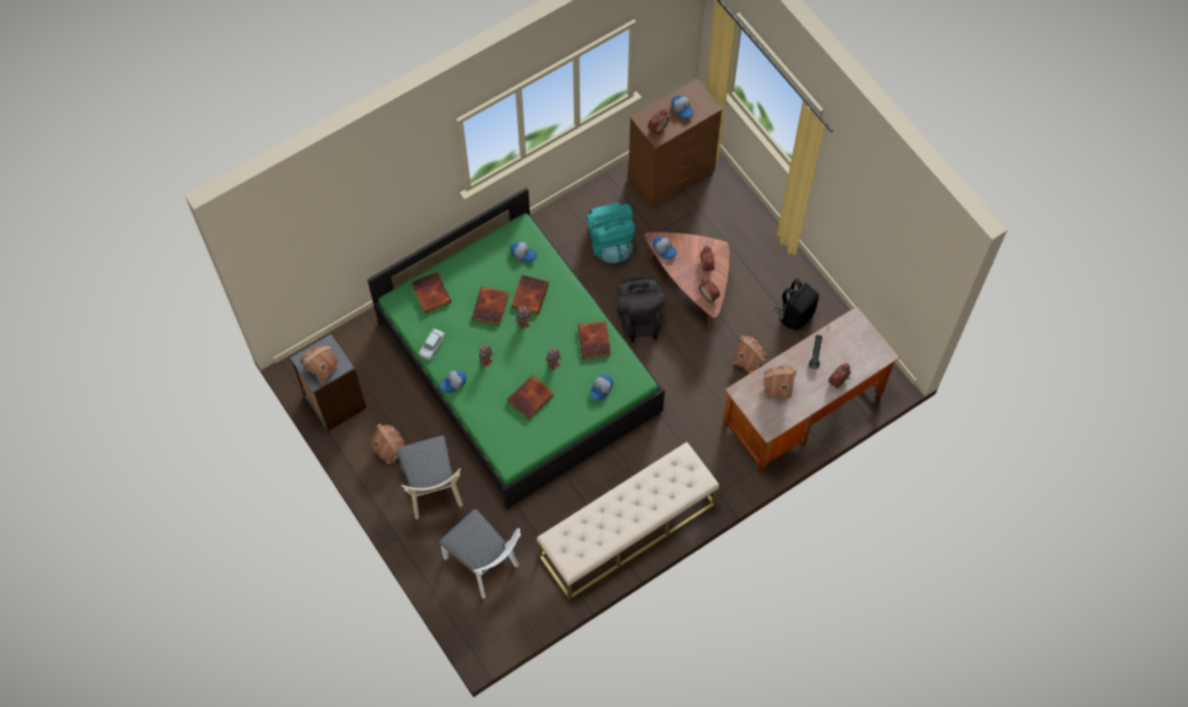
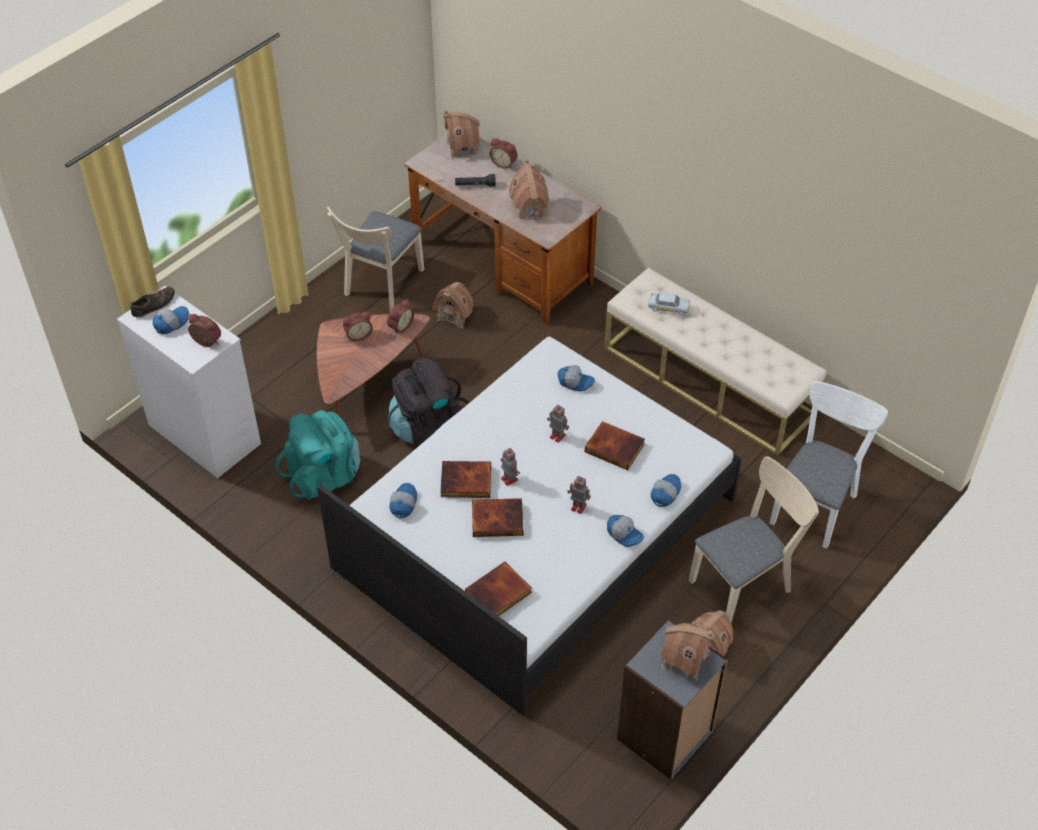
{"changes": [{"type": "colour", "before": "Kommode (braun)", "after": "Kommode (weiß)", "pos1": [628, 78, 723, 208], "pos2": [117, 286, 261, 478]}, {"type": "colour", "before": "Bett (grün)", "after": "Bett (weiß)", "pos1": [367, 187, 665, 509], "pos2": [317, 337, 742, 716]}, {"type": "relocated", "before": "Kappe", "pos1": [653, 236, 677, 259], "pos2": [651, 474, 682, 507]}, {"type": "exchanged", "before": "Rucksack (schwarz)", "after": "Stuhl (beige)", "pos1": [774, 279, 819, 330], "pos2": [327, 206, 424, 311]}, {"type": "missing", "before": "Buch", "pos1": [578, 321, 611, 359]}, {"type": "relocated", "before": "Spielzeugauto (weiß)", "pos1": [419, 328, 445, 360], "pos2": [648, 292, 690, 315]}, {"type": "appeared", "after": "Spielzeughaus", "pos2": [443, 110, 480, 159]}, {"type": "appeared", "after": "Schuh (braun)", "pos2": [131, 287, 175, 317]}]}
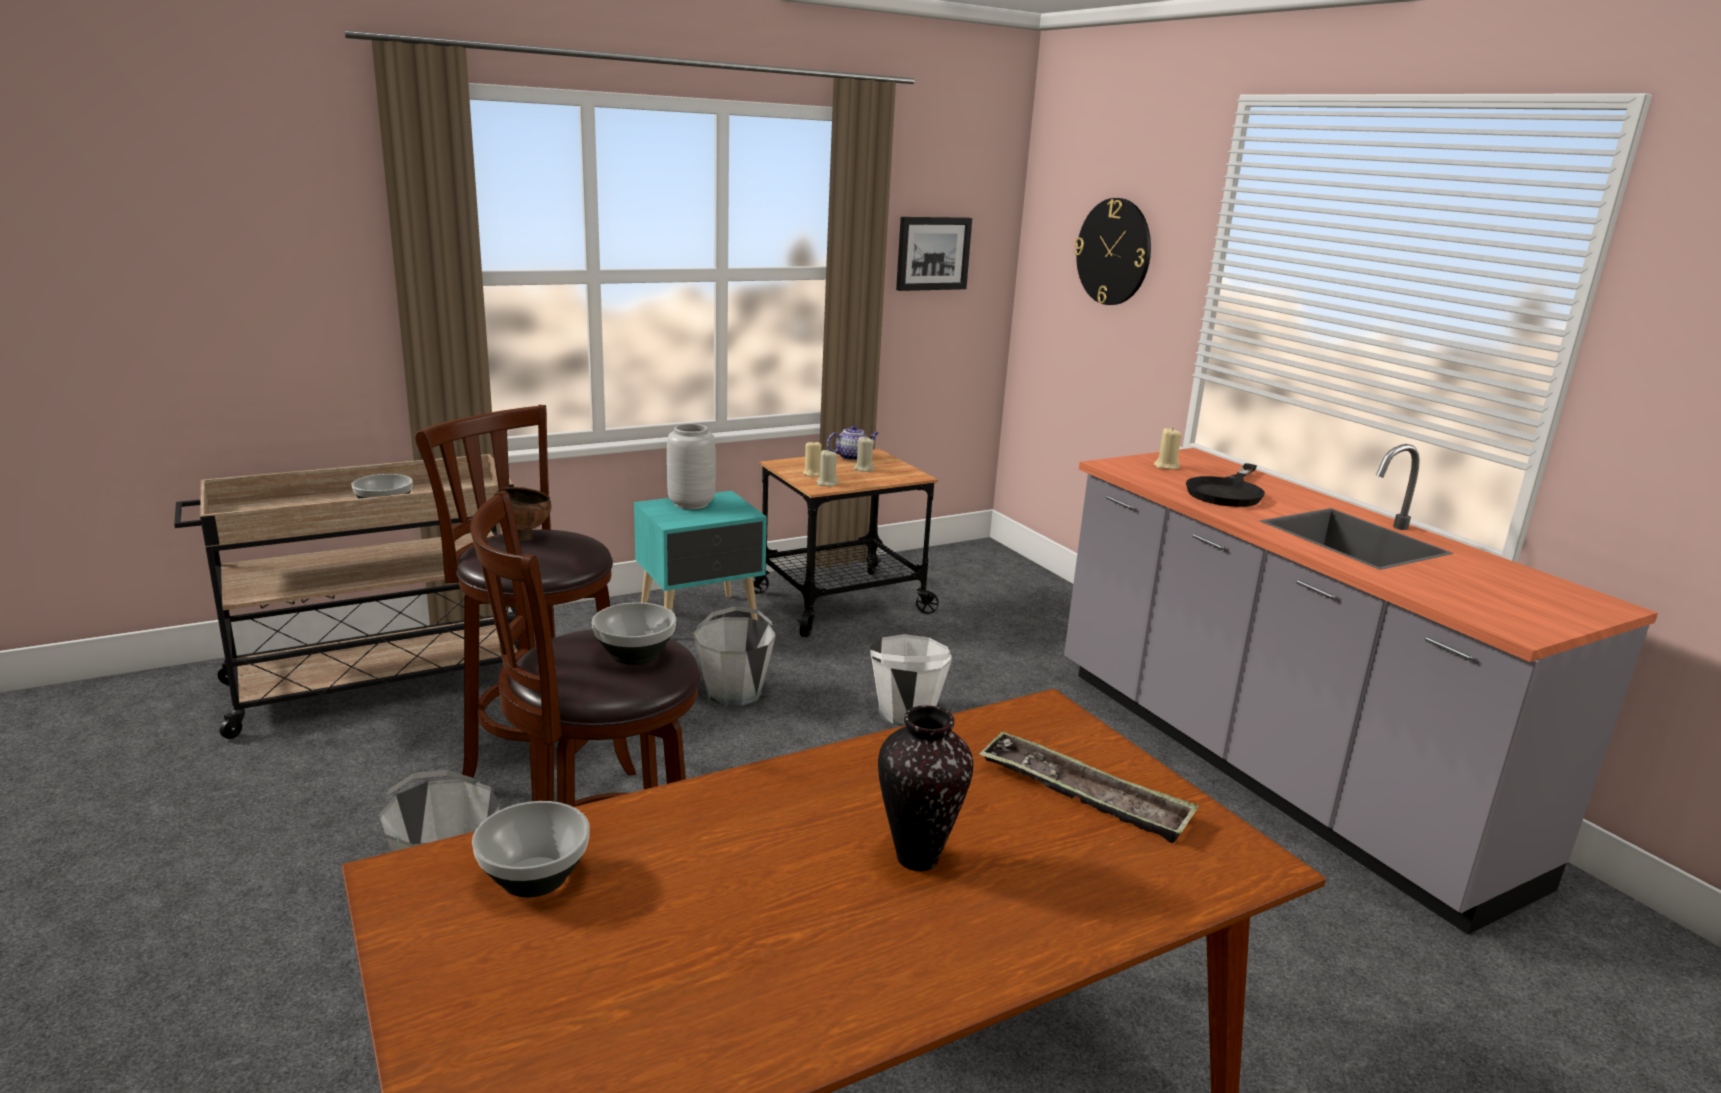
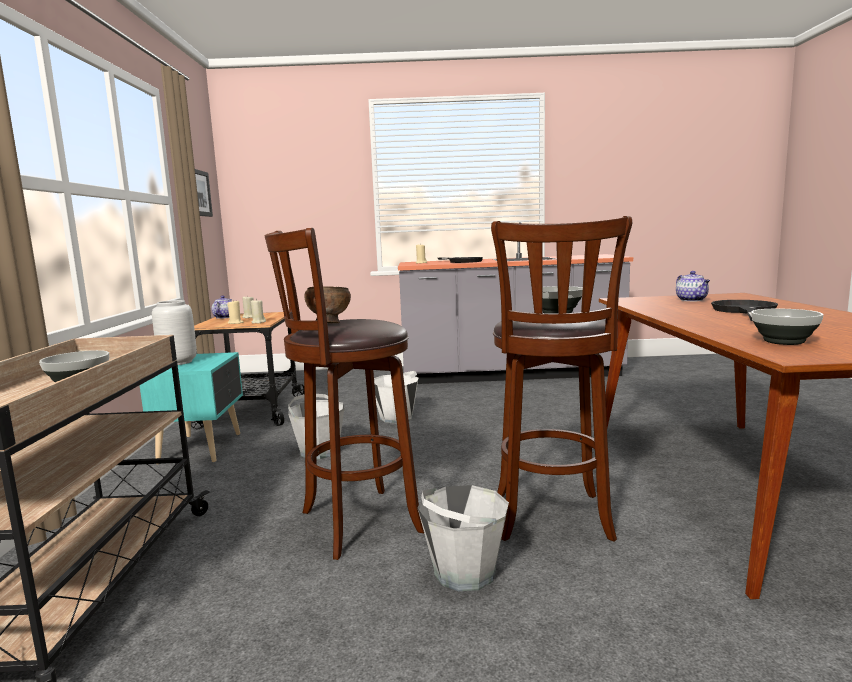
{"changes": [{"type": "missing", "before": "Wanduhr", "pos1": [1074, 198, 1151, 305]}, {"type": "exchanged", "before": "Vase", "after": "Pfanne (schwarz)", "pos1": [878, 705, 973, 871], "pos2": [711, 300, 778, 321]}, {"type": "exchanged", "before": "Tablett", "after": "Teekanne", "pos1": [979, 732, 1199, 843], "pos2": [676, 271, 710, 301]}]}
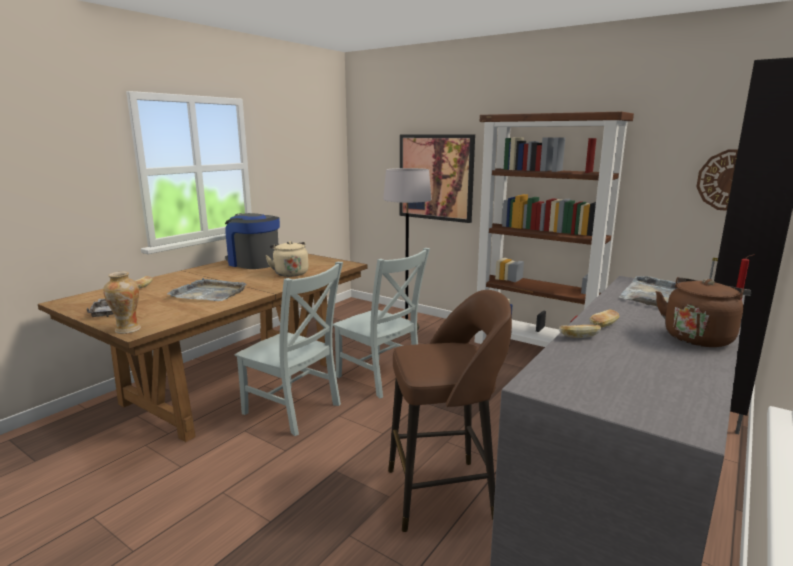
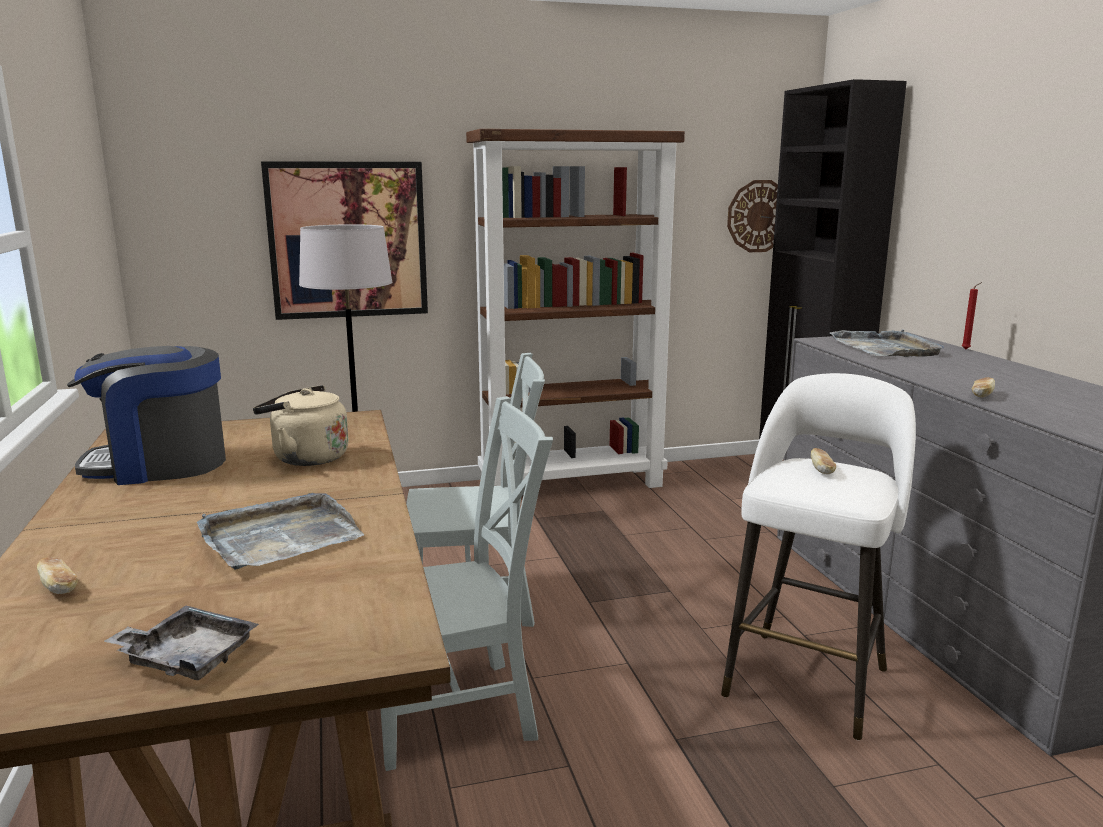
{"changes": [{"type": "missing", "before": "Vase", "pos1": [103, 272, 141, 334]}, {"type": "missing", "before": "Wasserkessel (braun)", "pos1": [656, 277, 752, 347]}, {"type": "colour", "before": "Hocker (braun)", "after": "Hocker (weiß)", "pos1": [388, 290, 512, 532], "pos2": [721, 373, 916, 740]}, {"type": "relocated", "before": "Brot", "pos1": [589, 310, 620, 328], "pos2": [811, 448, 836, 474]}]}
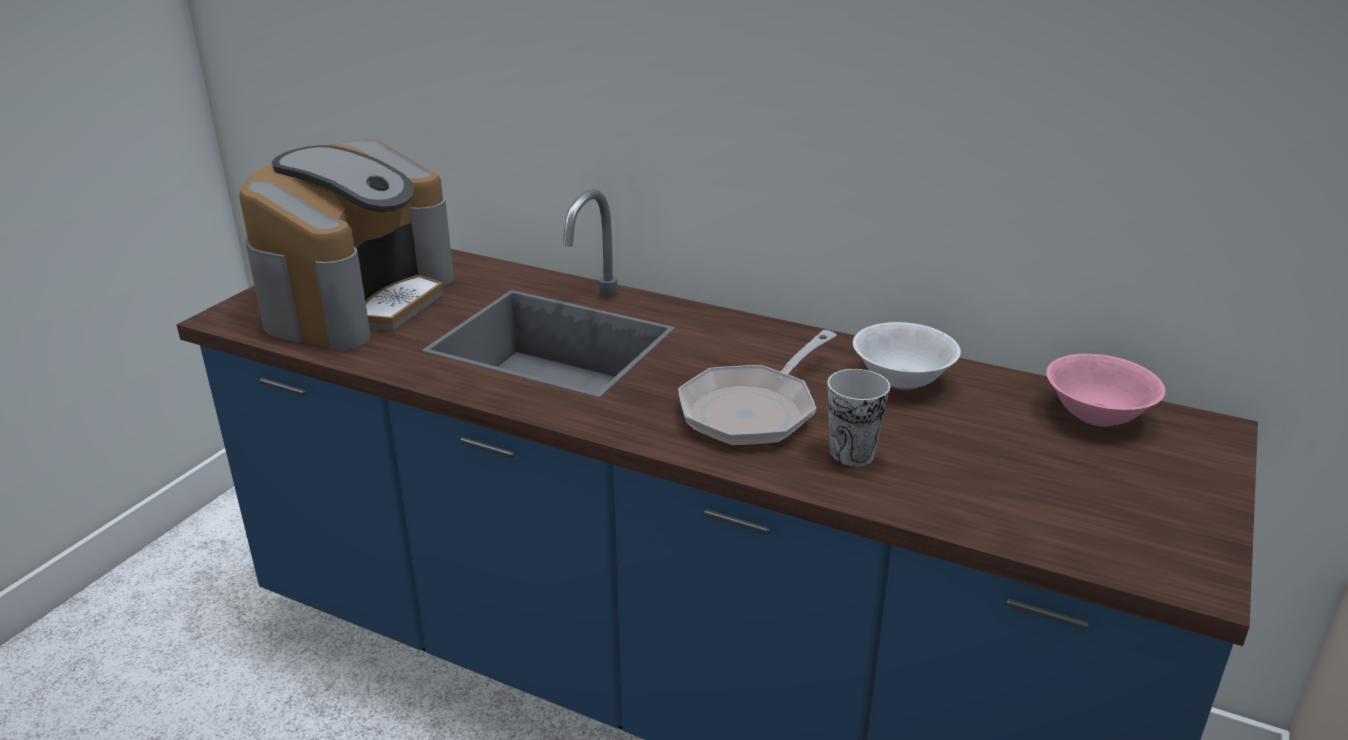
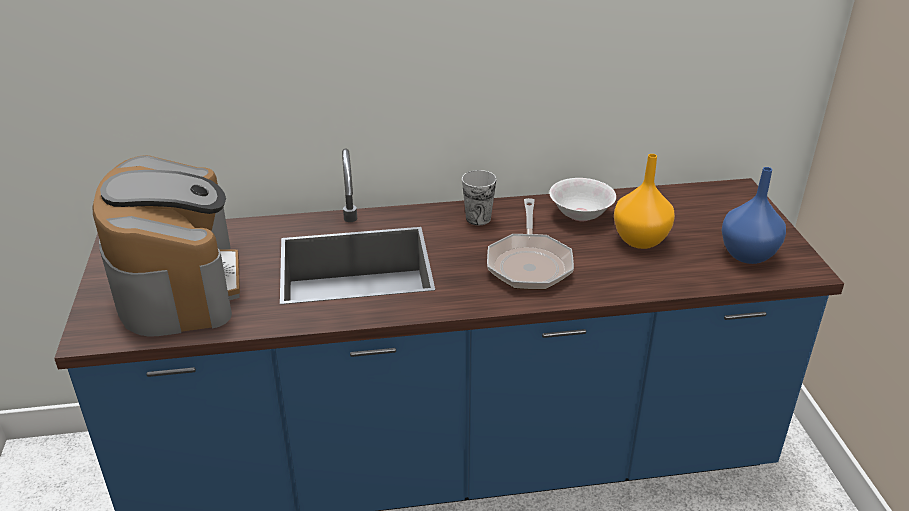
{"changes": [{"type": "missing", "before": "Schüssel (rosa)", "pos1": [1046, 354, 1165, 427]}, {"type": "relocated", "before": "Tasse", "pos1": [828, 369, 890, 467], "pos2": [462, 170, 497, 225]}, {"type": "appeared", "after": "Vase (orange)", "pos2": [614, 154, 675, 249]}, {"type": "appeared", "after": "Vase (blau)", "pos2": [722, 167, 786, 264]}]}
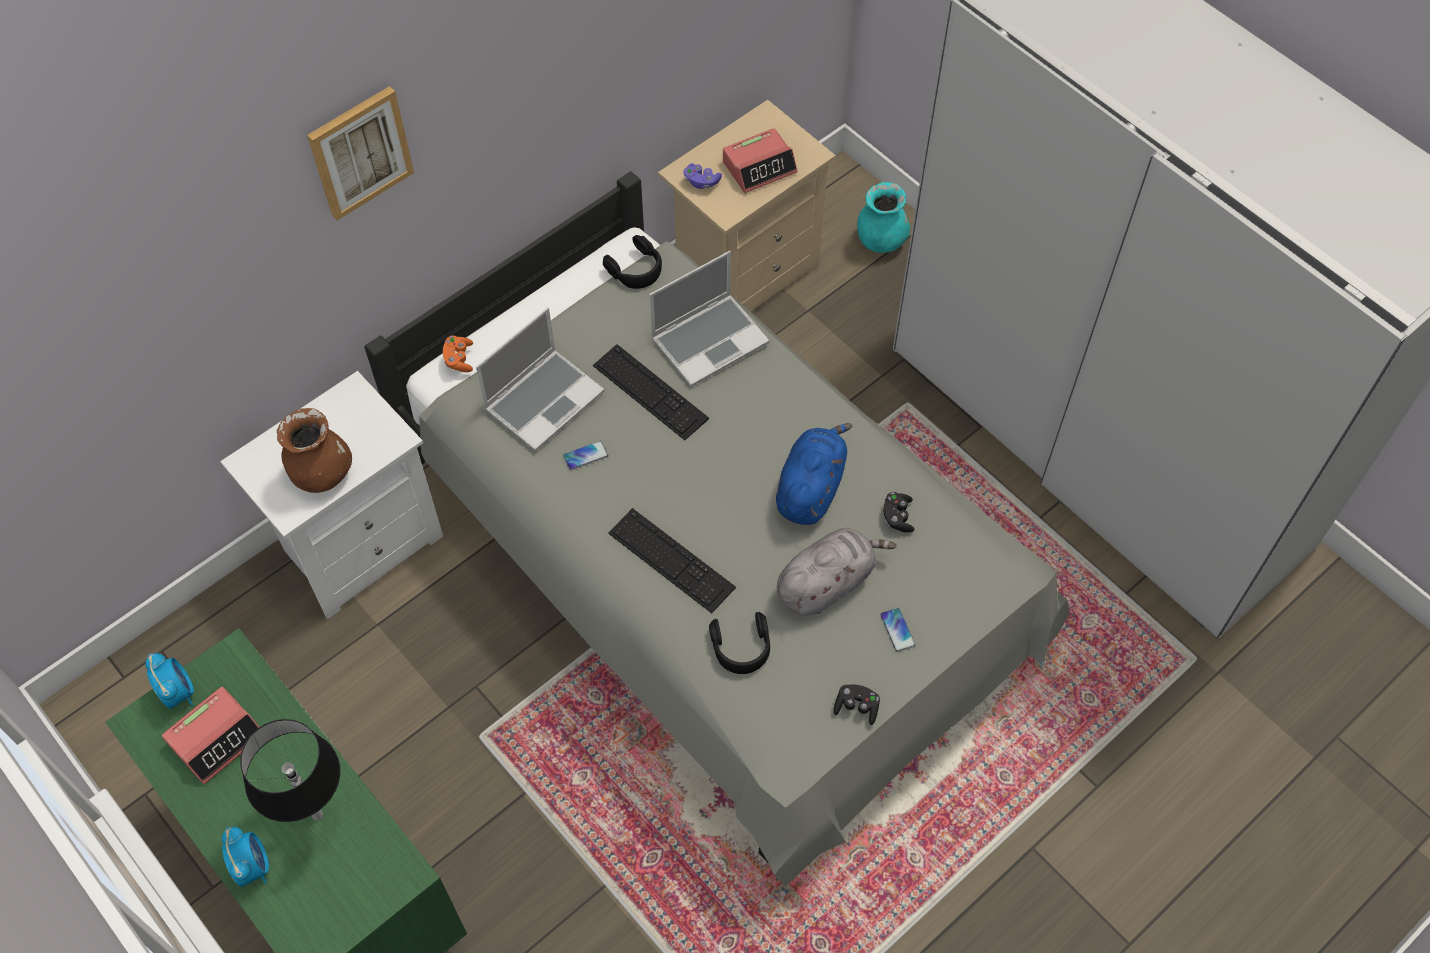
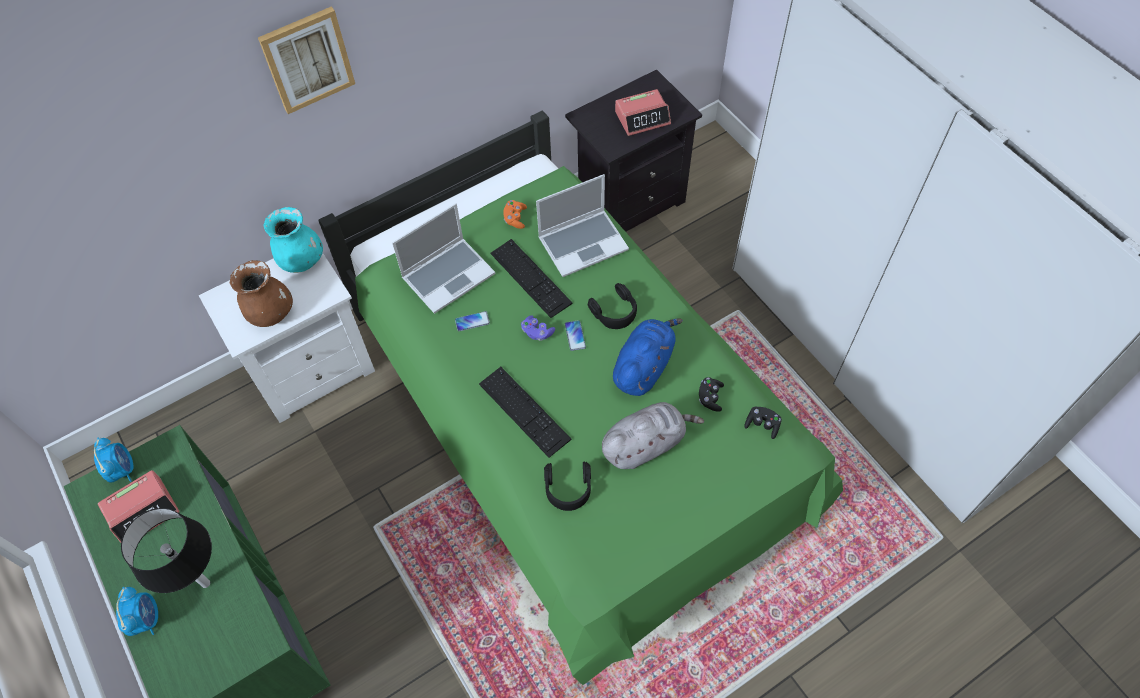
{"changes": [{"type": "colour", "before": "Nachttisch (beige)", "after": "Nachttisch (schwarz)", "pos1": [658, 100, 836, 312], "pos2": [565, 70, 702, 232]}, {"type": "relocated", "before": "Gamepad (lila)", "pos1": [683, 163, 722, 189], "pos2": [521, 315, 555, 341]}, {"type": "colour", "before": "Bett (grau)", "after": "Bett (grün)", "pos1": [365, 171, 1070, 887], "pos2": [318, 110, 843, 685]}, {"type": "relocated", "before": "Vase (türkis)", "pos1": [857, 182, 910, 253], "pos2": [263, 207, 323, 273]}, {"type": "relocated", "before": "Kopfhörer (schwarz)", "pos1": [603, 235, 662, 289], "pos2": [588, 283, 637, 329]}, {"type": "relocated", "before": "Gamepad (orange)", "pos1": [443, 335, 473, 372], "pos2": [503, 200, 527, 229]}, {"type": "relocated", "before": "Handy", "pos1": [880, 608, 915, 652], "pos2": [565, 320, 586, 351]}, {"type": "relocated", "before": "Gamepad (schwarz)", "pos1": [834, 684, 880, 725], "pos2": [744, 406, 782, 439]}]}
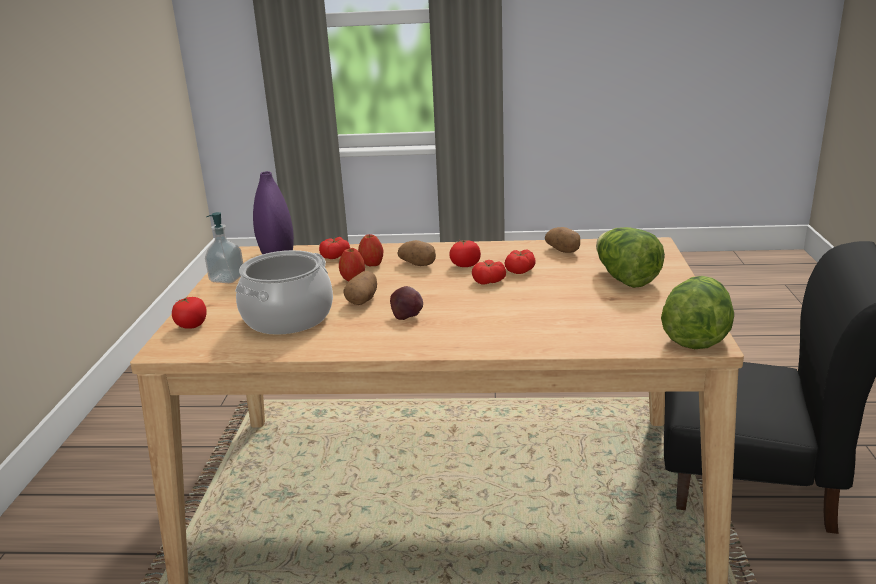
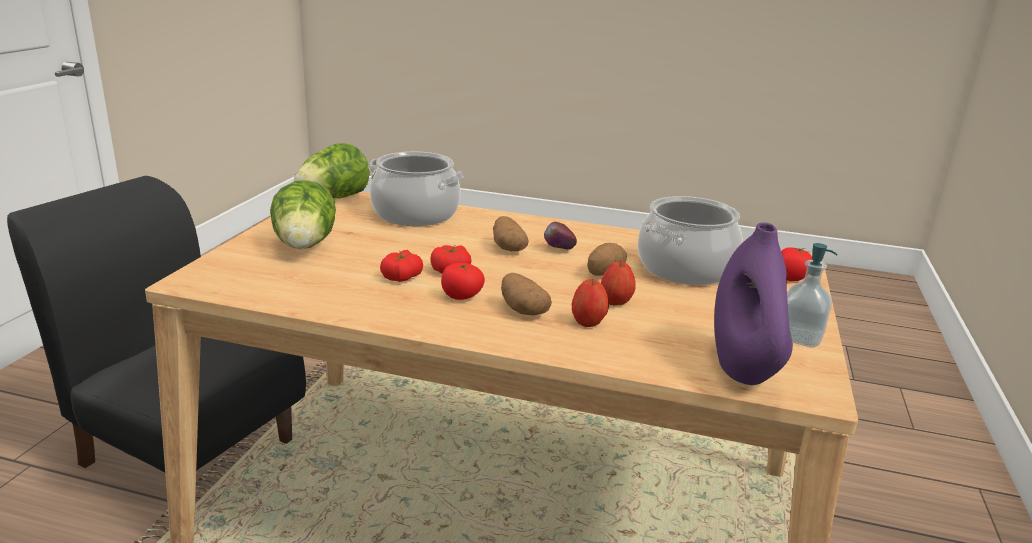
{"changes": [{"type": "relocated", "before": "Kartoffel", "pos1": [545, 227, 580, 253], "pos2": [493, 216, 529, 252]}, {"type": "missing", "before": "Tomate", "pos1": [319, 237, 350, 259]}, {"type": "appeared", "after": "Kochtopf", "pos2": [368, 152, 463, 226]}]}
